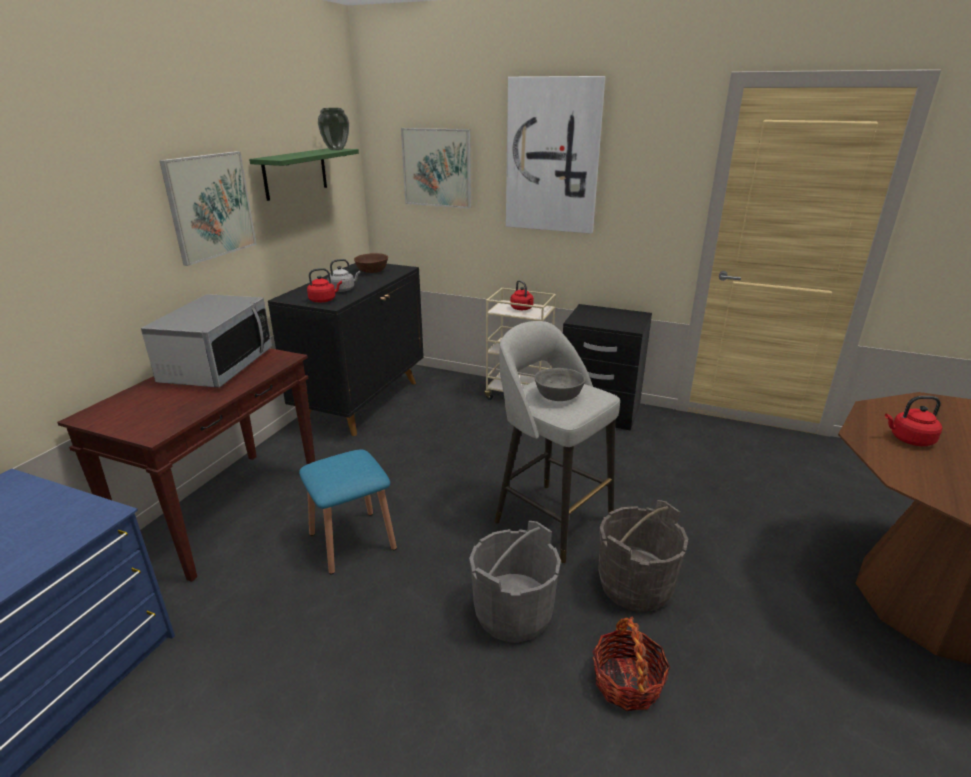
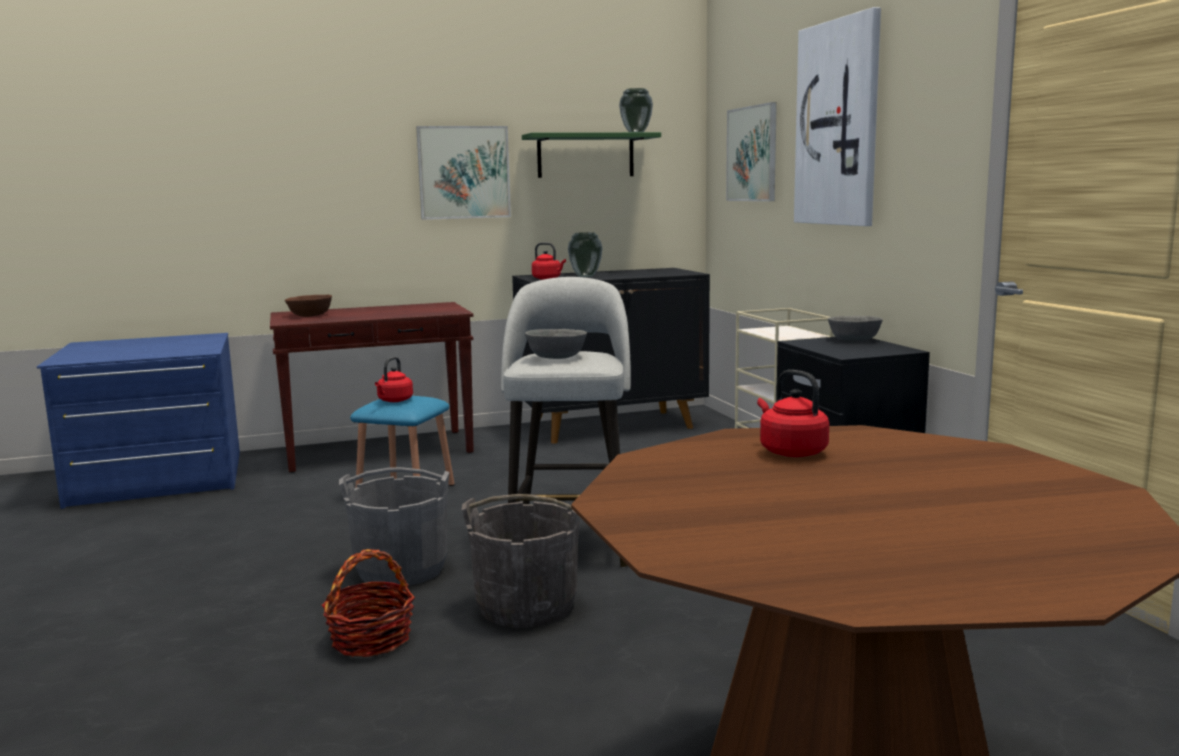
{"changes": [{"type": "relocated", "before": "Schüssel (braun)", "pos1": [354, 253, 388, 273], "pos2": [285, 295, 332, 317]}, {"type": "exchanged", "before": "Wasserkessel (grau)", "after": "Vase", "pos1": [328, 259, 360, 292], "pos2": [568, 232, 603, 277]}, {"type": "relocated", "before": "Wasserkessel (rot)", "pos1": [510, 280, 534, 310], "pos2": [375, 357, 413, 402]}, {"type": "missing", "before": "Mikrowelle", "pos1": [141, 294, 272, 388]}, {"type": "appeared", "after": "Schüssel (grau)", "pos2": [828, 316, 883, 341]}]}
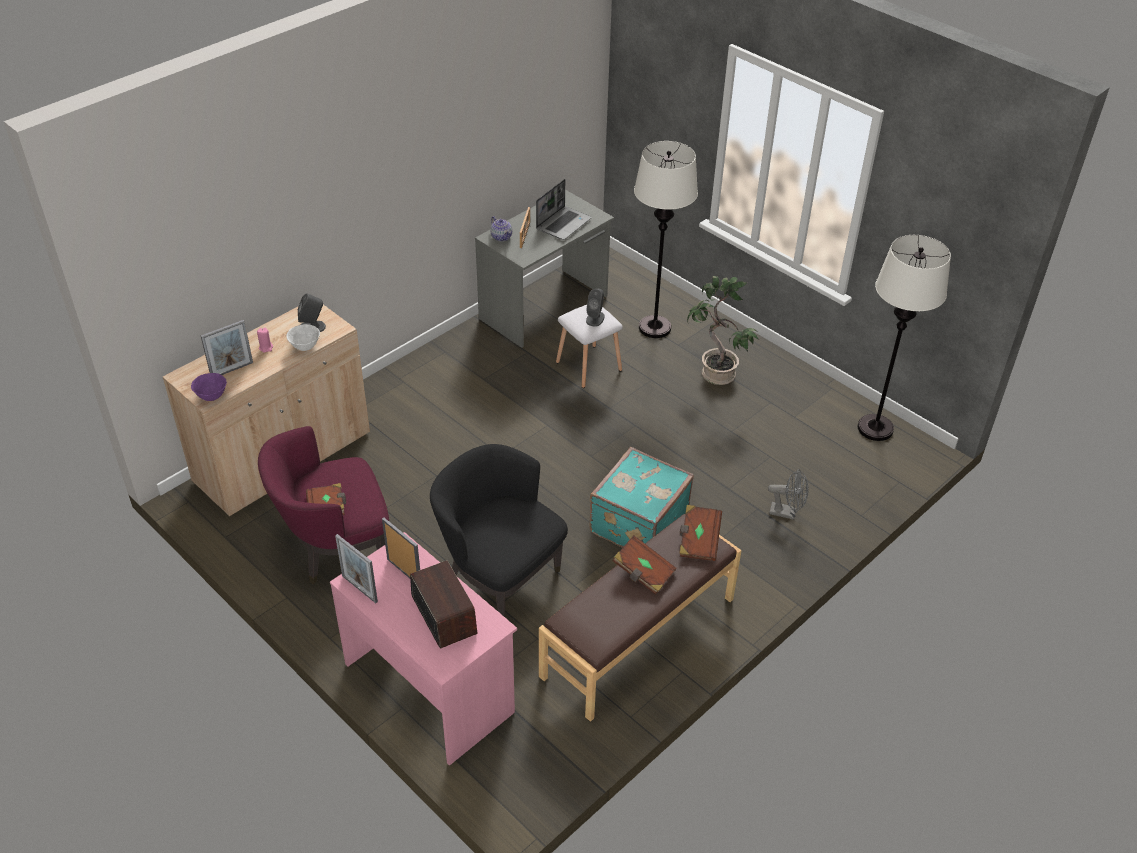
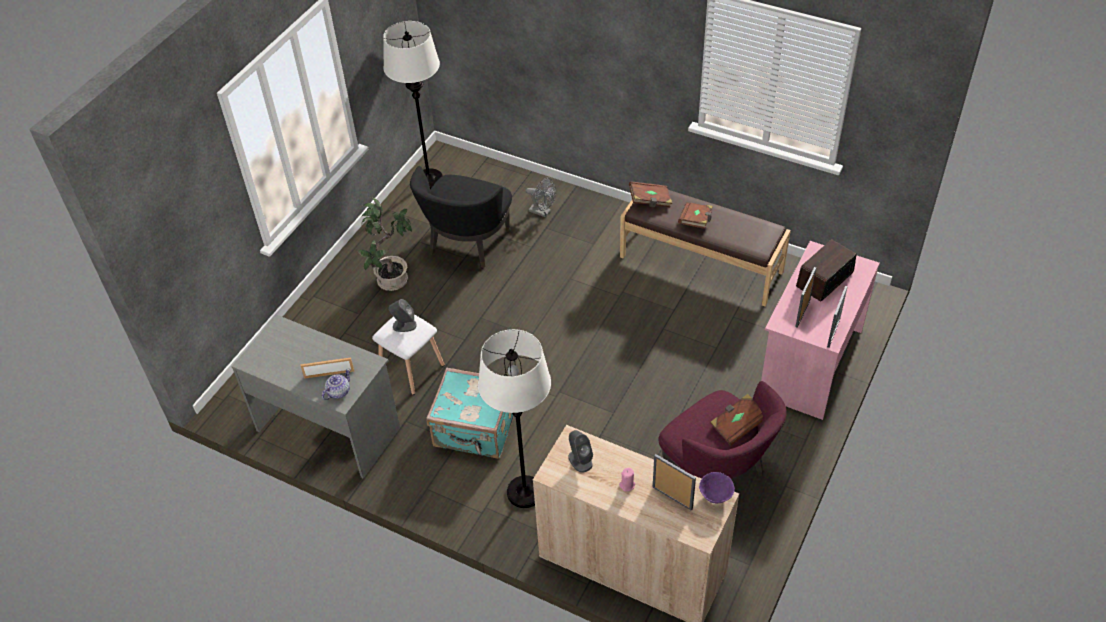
{"changes": [{"type": "relocated", "before": "Stehlampe (weiß)", "pos1": [634, 141, 698, 338], "pos2": [478, 329, 551, 508]}, {"type": "missing", "before": "Laptop", "pos1": [536, 179, 591, 240]}, {"type": "missing", "before": "Schüssel (weiß)", "pos1": [286, 324, 320, 351]}, {"type": "relocated", "before": "Sessel (schwarz)", "pos1": [430, 444, 568, 617], "pos2": [410, 166, 512, 268]}, {"type": "relocated", "before": "Koffer (türkis)", "pos1": [589, 447, 694, 548], "pos2": [426, 367, 514, 459]}, {"type": "spun", "before": "Ventilator (grau)", "pos1": [768, 469, 809, 520], "pos2": [526, 177, 556, 217], "turn": 120}]}
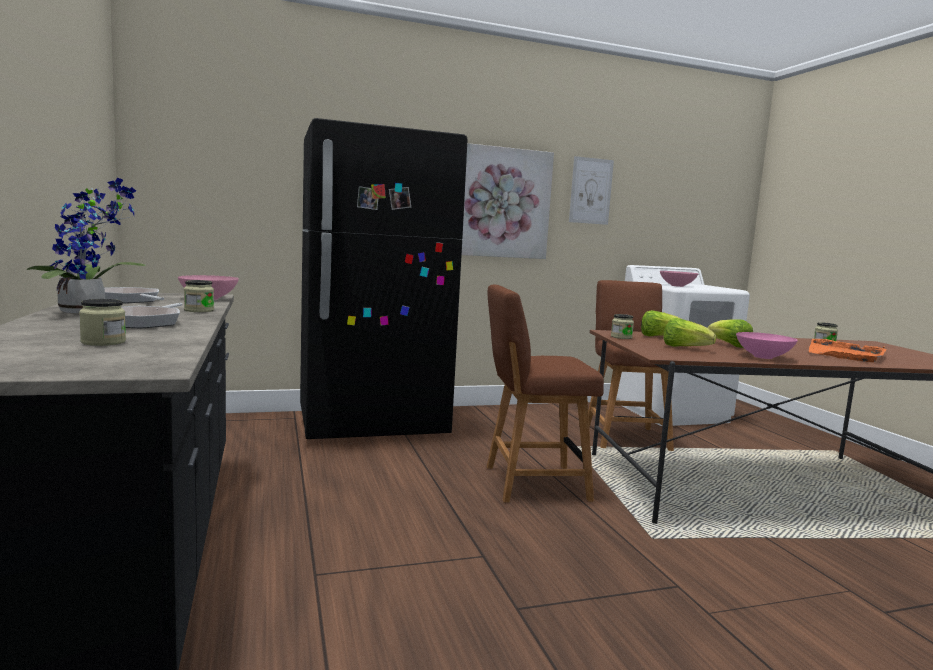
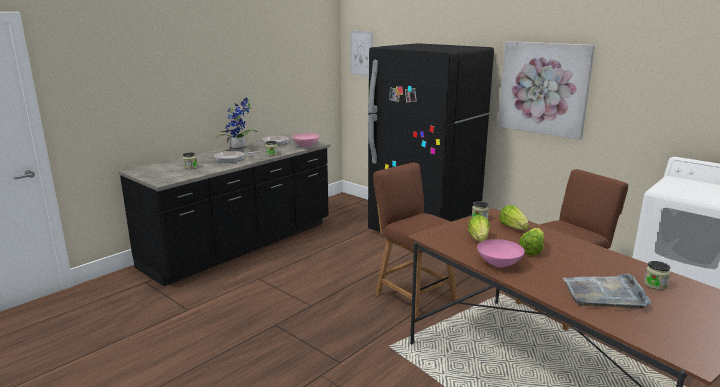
{"changes": [{"type": "relocated", "before": "Bild", "pos1": [569, 156, 614, 225], "pos2": [350, 31, 373, 77]}, {"type": "missing", "before": "Schüssel (rosa)", "pos1": [660, 271, 698, 287]}, {"type": "colour", "before": "Tablett (orange)", "after": "Tablett (grau)", "pos1": [809, 339, 887, 362], "pos2": [563, 273, 651, 309]}]}
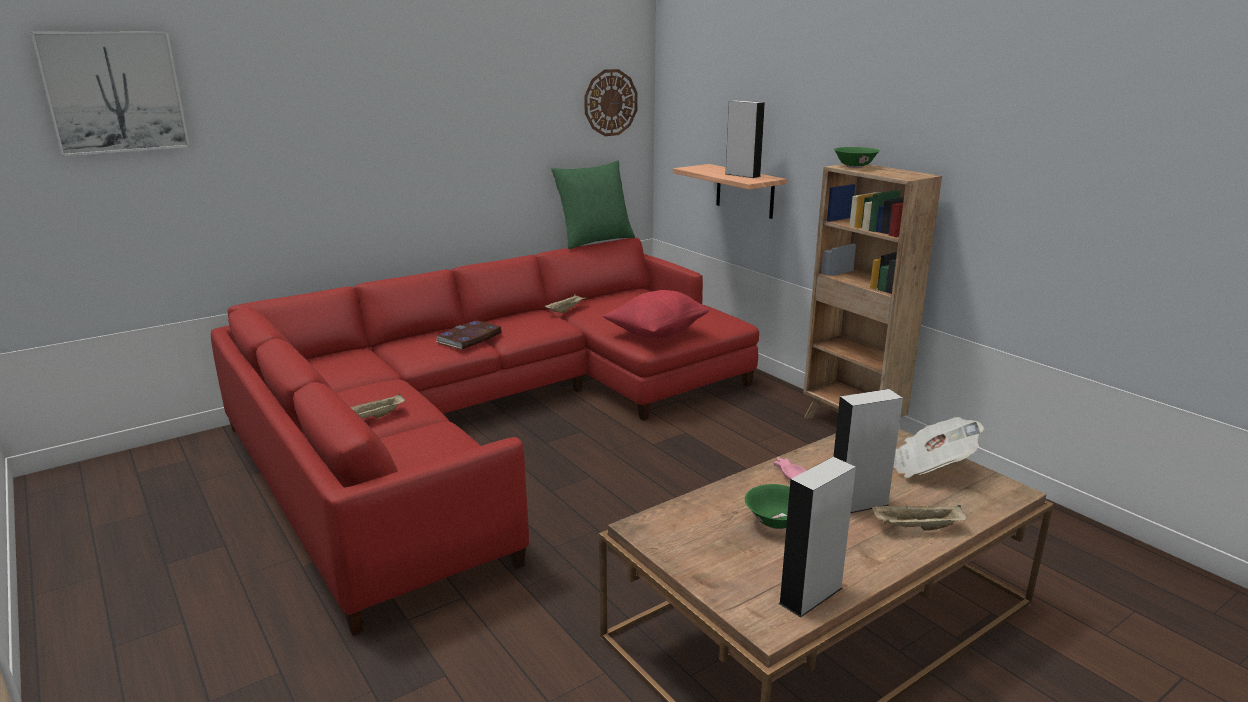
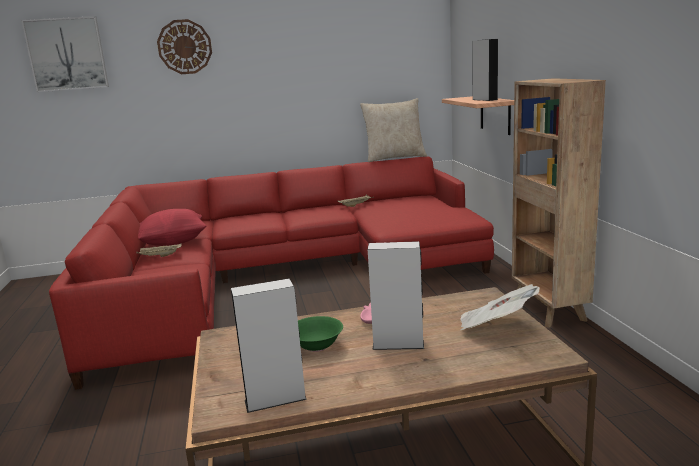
{"changes": [{"type": "relocated", "before": "Wanduhr", "pos1": [584, 69, 638, 136], "pos2": [157, 19, 212, 74]}, {"type": "missing", "before": "Schüssel (grün)", "pos1": [834, 147, 880, 168]}, {"type": "colour", "before": "Kissen (grün)", "after": "Kissen (beige)", "pos1": [551, 160, 635, 249], "pos2": [360, 98, 427, 162]}, {"type": "relocated", "before": "Kissen (rot)", "pos1": [603, 290, 709, 338], "pos2": [138, 209, 207, 246]}, {"type": "missing", "before": "Buch", "pos1": [436, 320, 502, 350]}, {"type": "missing", "before": "Tablett (beige)", "pos1": [872, 504, 967, 531]}]}
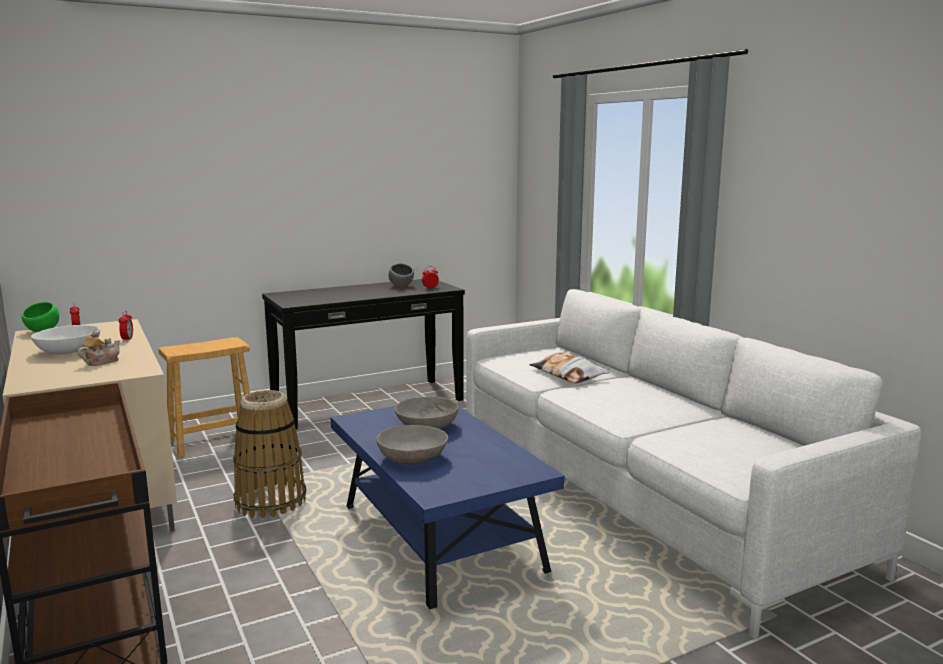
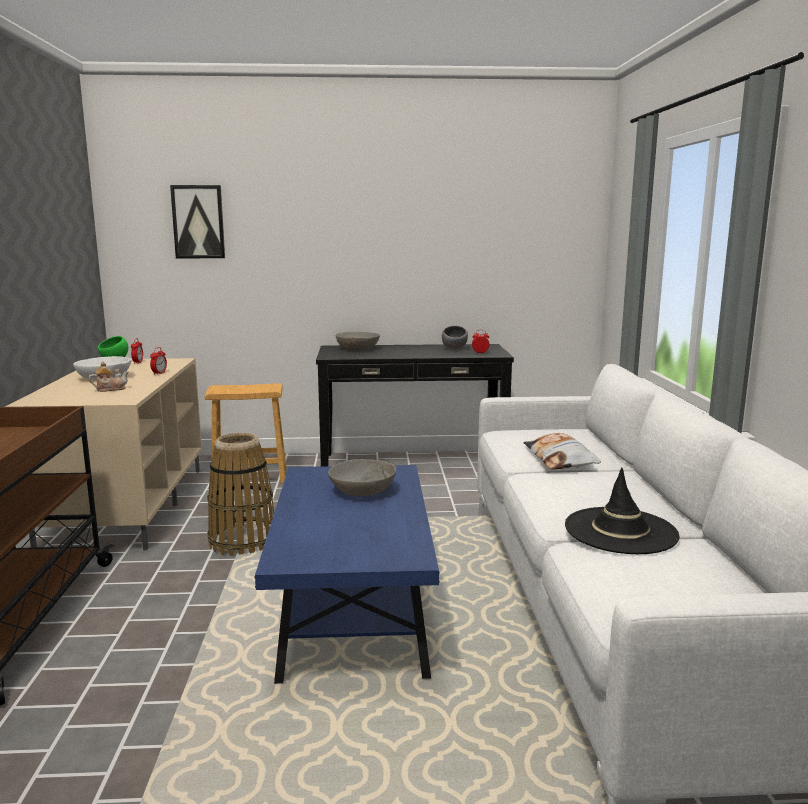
{"changes": [{"type": "relocated", "before": "Schüssel (grau)", "pos1": [376, 425, 448, 465], "pos2": [336, 332, 380, 350]}, {"type": "appeared", "after": "Bild", "pos2": [170, 185, 225, 258]}, {"type": "appeared", "after": "Hut (schwarz)", "pos2": [565, 468, 679, 554]}]}
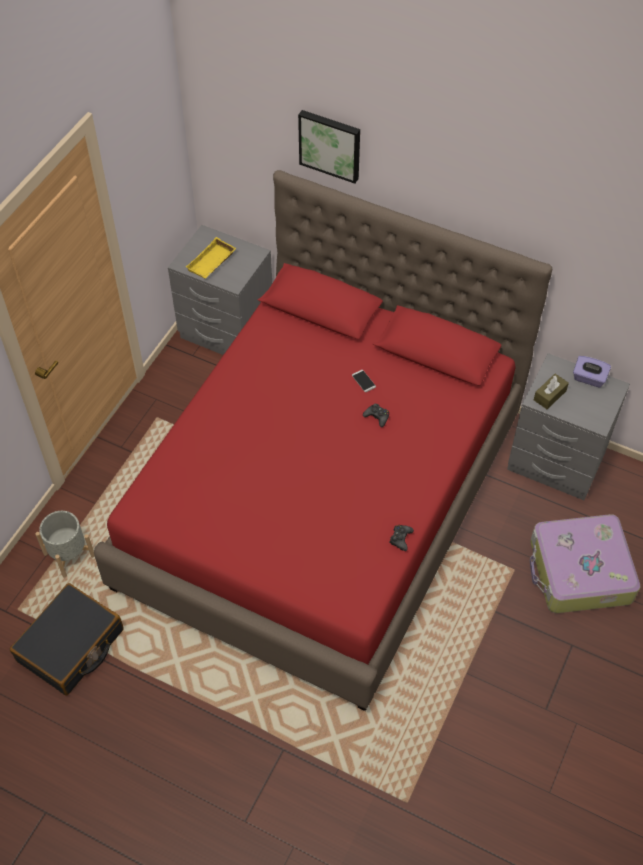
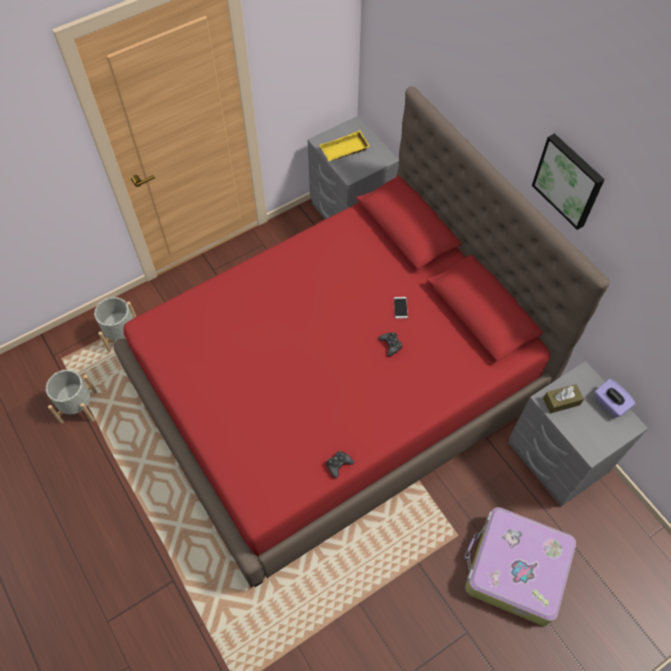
{"changes": [{"type": "relocated", "before": "Bild", "pos1": [298, 110, 360, 184], "pos2": [532, 133, 605, 230]}, {"type": "exchanged", "before": "Koffer (schwarz)", "after": "Pflanzkübel (grau)", "pos1": [10, 583, 124, 695], "pos2": [46, 370, 97, 424]}]}
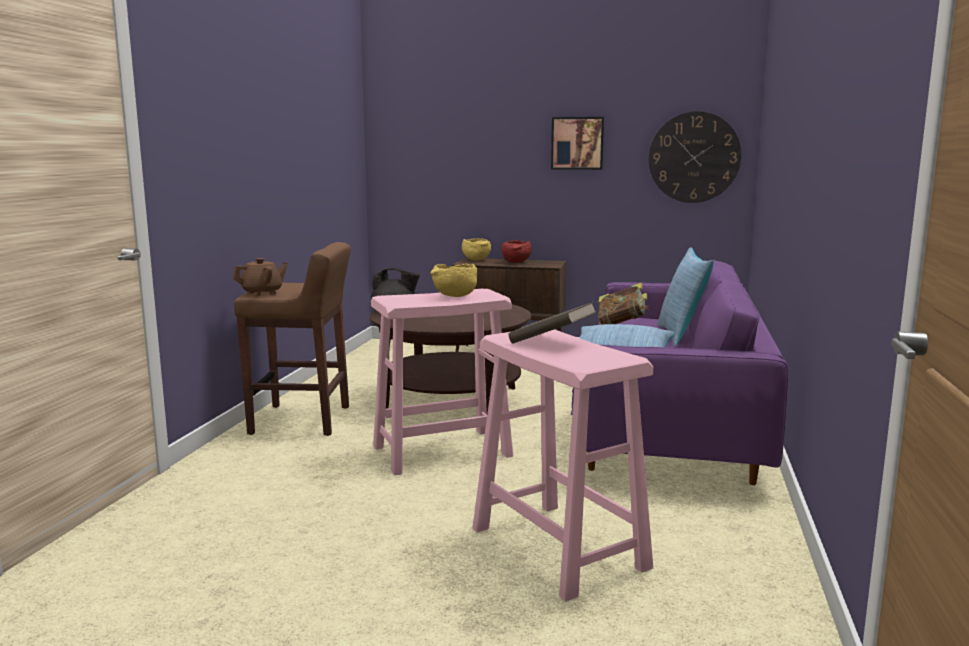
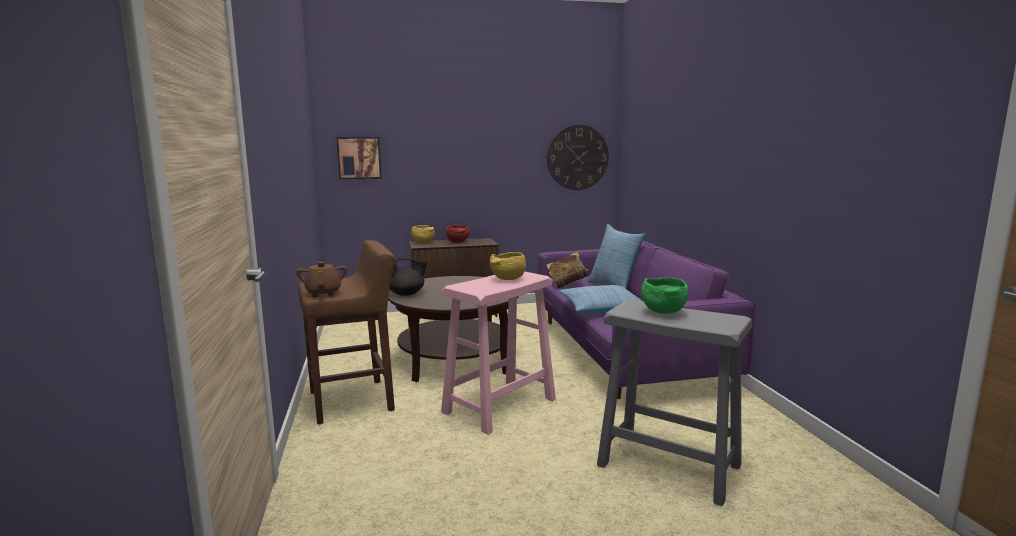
{"changes": [{"type": "relocated", "before": "Bild", "pos1": [551, 117, 604, 170], "pos2": [337, 137, 381, 179]}, {"type": "spun", "before": "Teekanne (braun)", "pos1": [233, 258, 288, 296], "pos2": [296, 262, 347, 297], "turn": -45}, {"type": "exchanged", "before": "Buch (braun)", "after": "Schüssel (grün)", "pos1": [508, 302, 597, 344], "pos2": [641, 277, 689, 314]}, {"type": "colour", "before": "Hocker (rosa)", "after": "Hocker (grau)", "pos1": [472, 329, 653, 602], "pos2": [597, 300, 752, 506]}]}
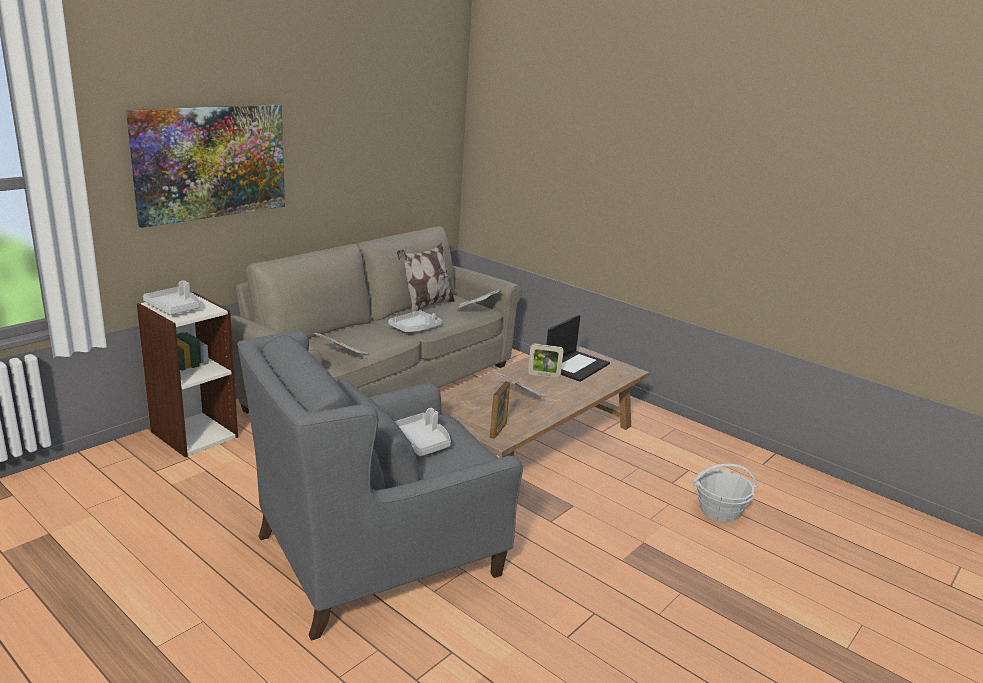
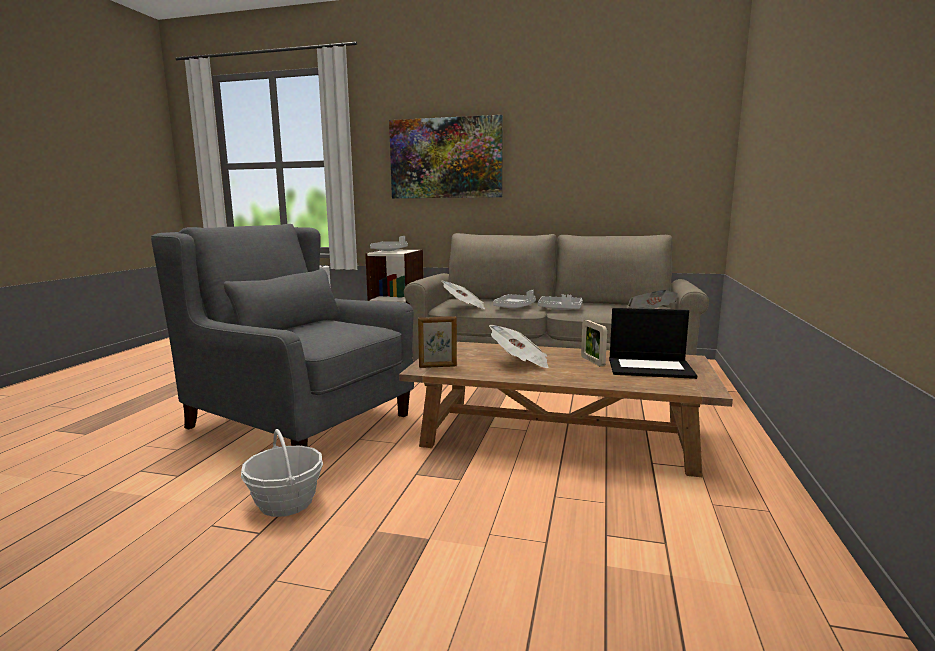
{"changes": [{"type": "missing", "before": "Kissen", "pos1": [397, 243, 455, 312]}, {"type": "relocated", "before": "Tablett (grau)", "pos1": [394, 408, 451, 456], "pos2": [493, 290, 536, 308]}, {"type": "relocated", "before": "Korb", "pos1": [693, 464, 758, 522], "pos2": [241, 429, 323, 517]}]}
